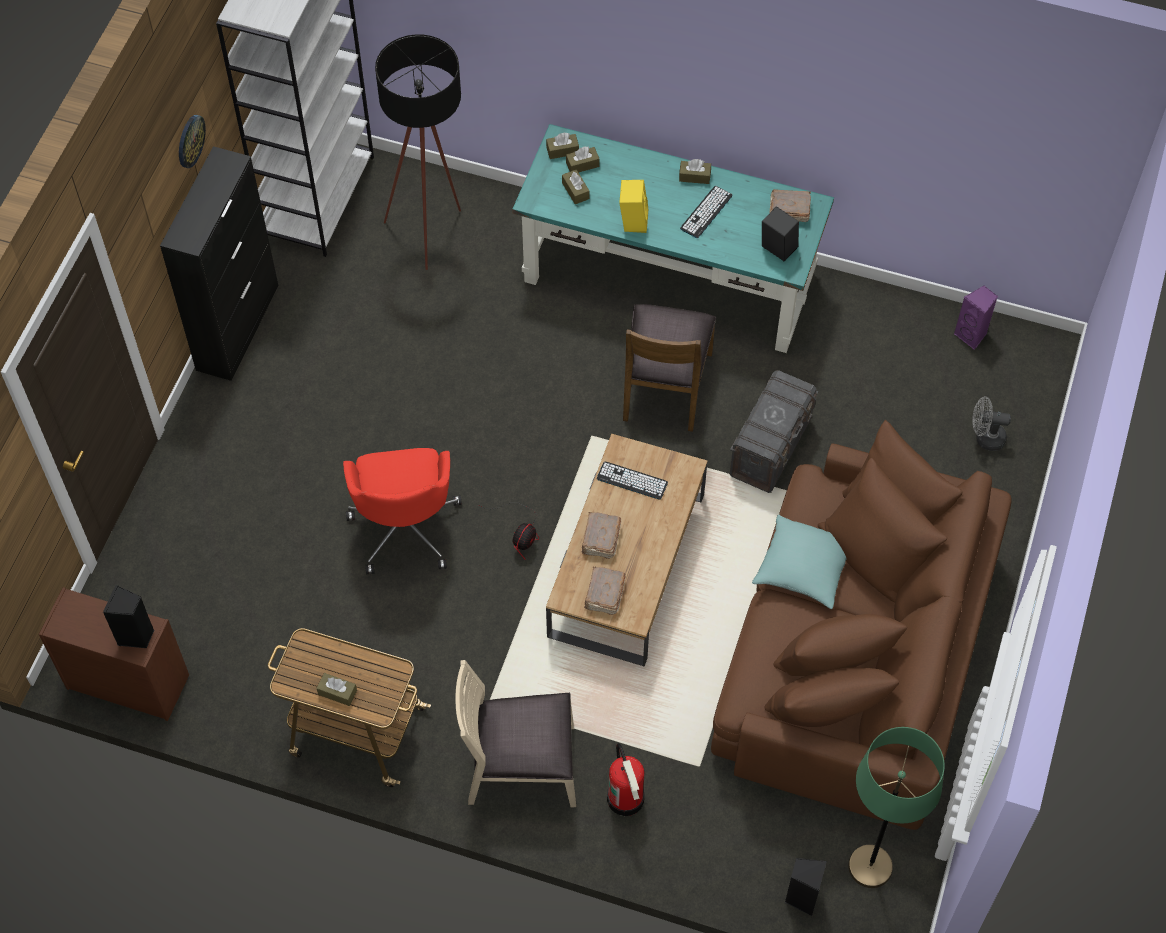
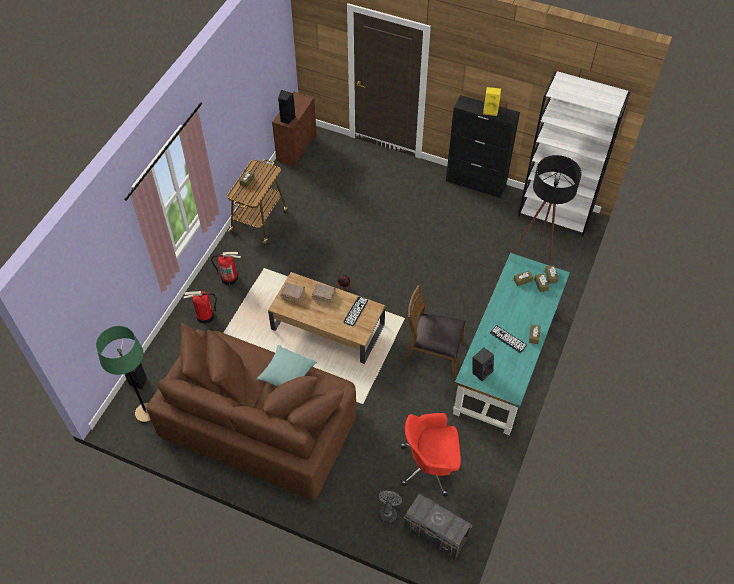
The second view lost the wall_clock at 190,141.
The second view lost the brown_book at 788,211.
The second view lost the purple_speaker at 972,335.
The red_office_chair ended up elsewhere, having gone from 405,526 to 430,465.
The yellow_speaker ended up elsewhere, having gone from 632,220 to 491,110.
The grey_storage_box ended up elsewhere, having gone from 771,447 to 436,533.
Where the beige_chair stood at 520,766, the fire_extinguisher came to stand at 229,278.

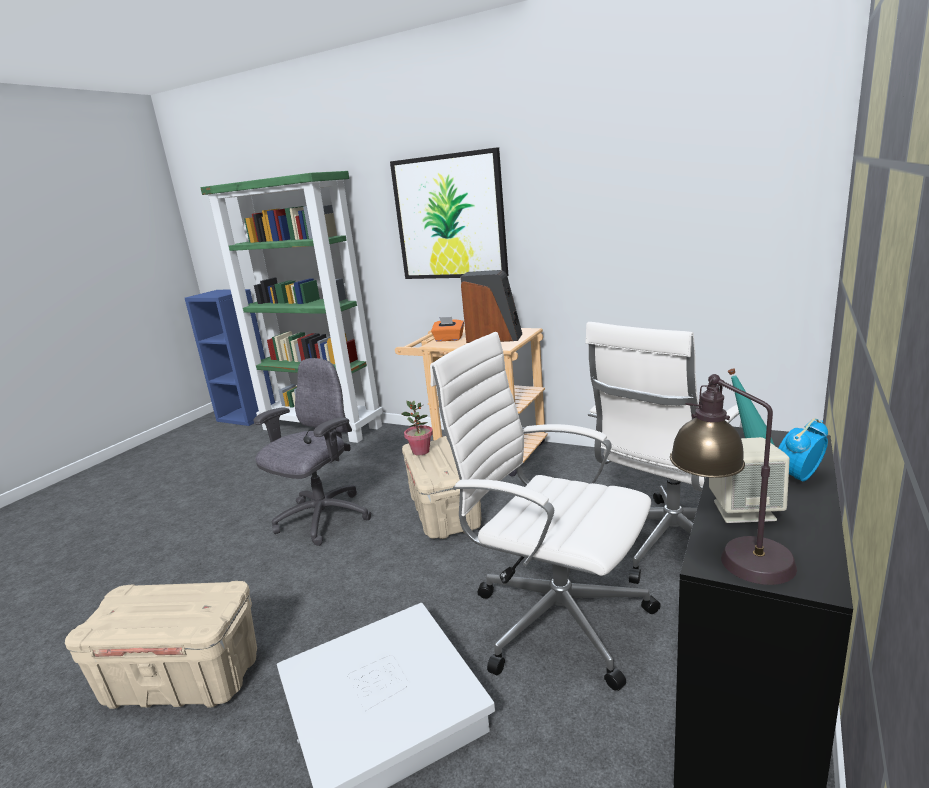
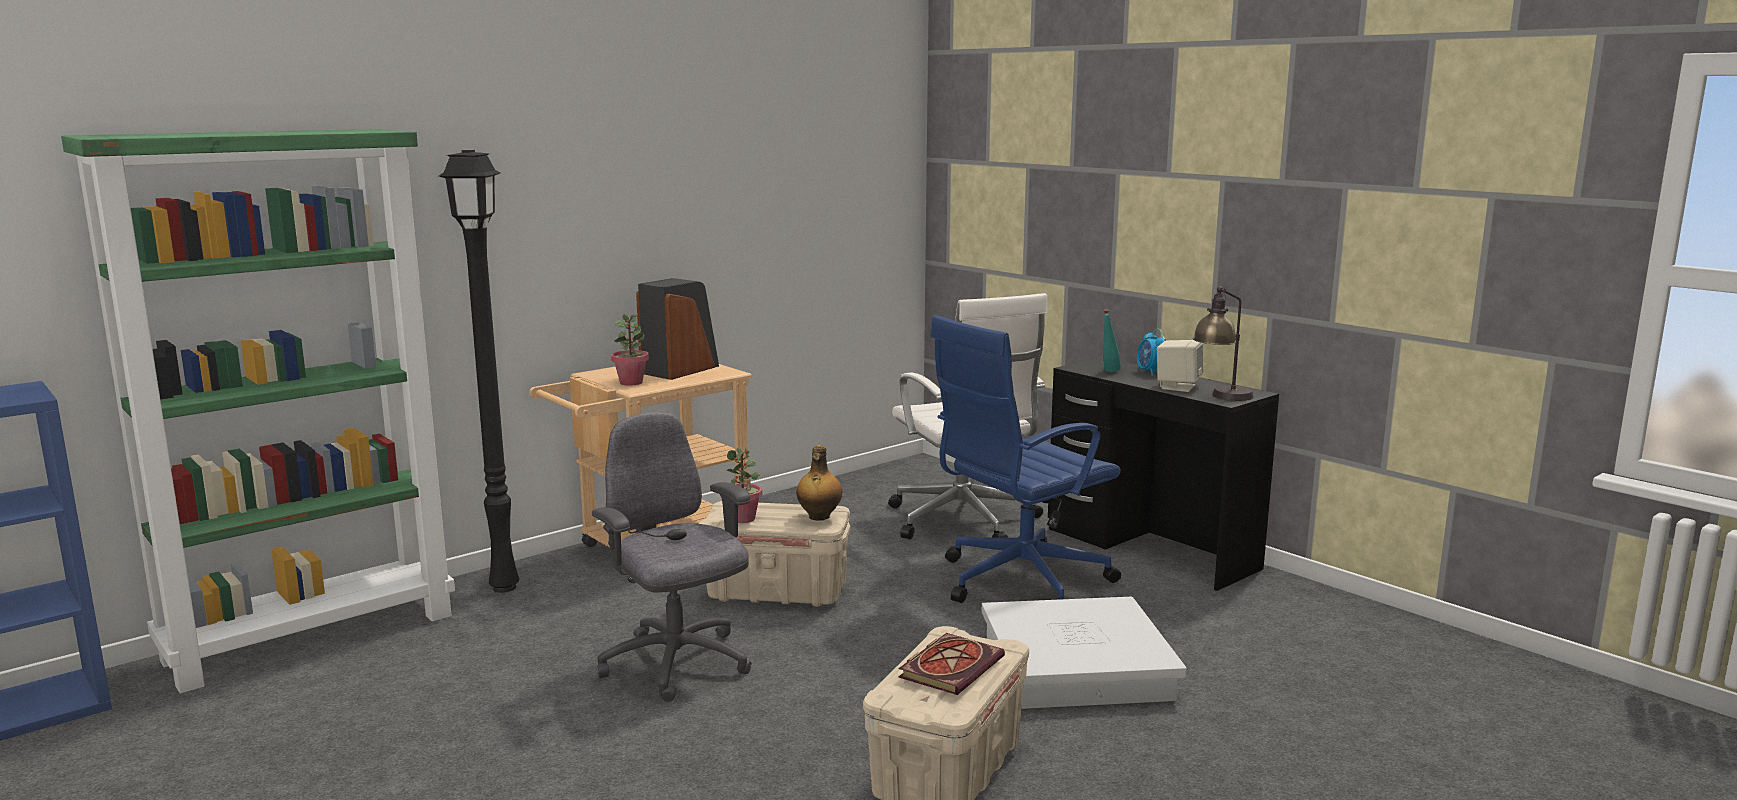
The second view lost the picture at 450,217.
The second view gained the black_floor_lamp at 505,588.
The second view gained the bottle at 819,517.
The second view gained the book at 951,666.
Where the orange_tissue_box stood at 448,339, the potted_plant came to stand at 631,382.
What was the white_office_chair at 555,618 turned into the blue_office_chair at 1019,582.

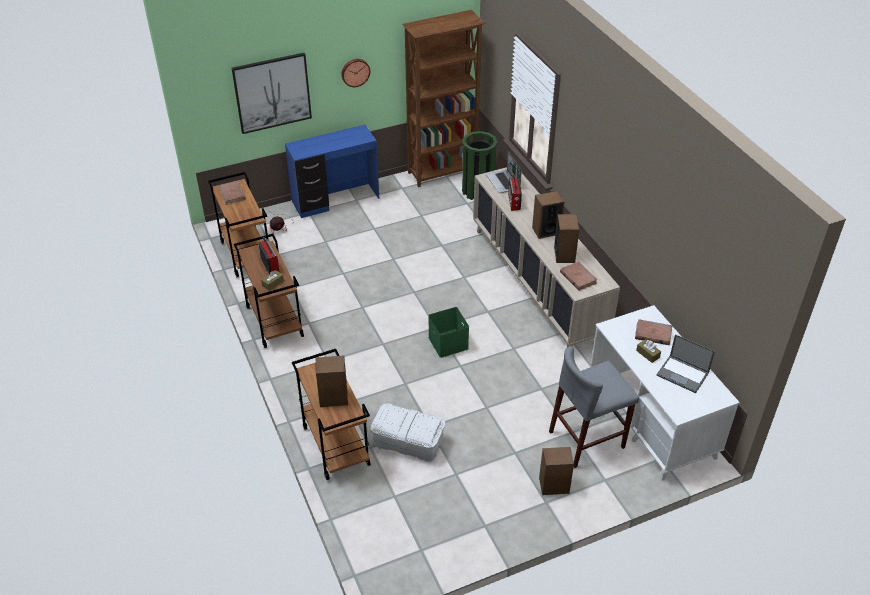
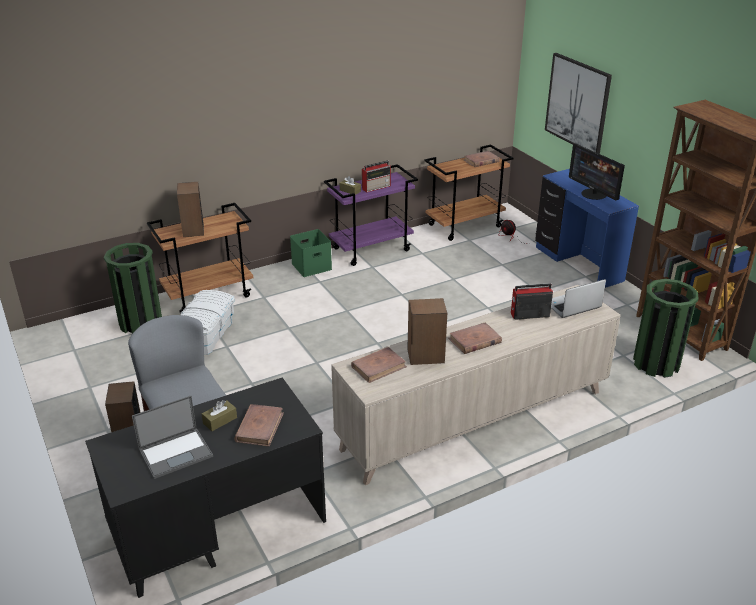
The second view lost the wall_clock at 355,72.
The second view gained the green_trash_can at 140,322.
The second view gained the monitor at 593,194.
The green_storage_box ended up elsewhere, having gone from 449,343 to 311,267.
Where the speaker stood at 546,231, the brown_book came to stand at 474,341.
What was the brown_cart at 273,321 turned into the purple_cart at 371,249.
What was the white_desk at 652,421 turned into the black_desk at 217,528.
The laptop at 683,374 ended up facing another way, 150 degrees counterclockwise from before.

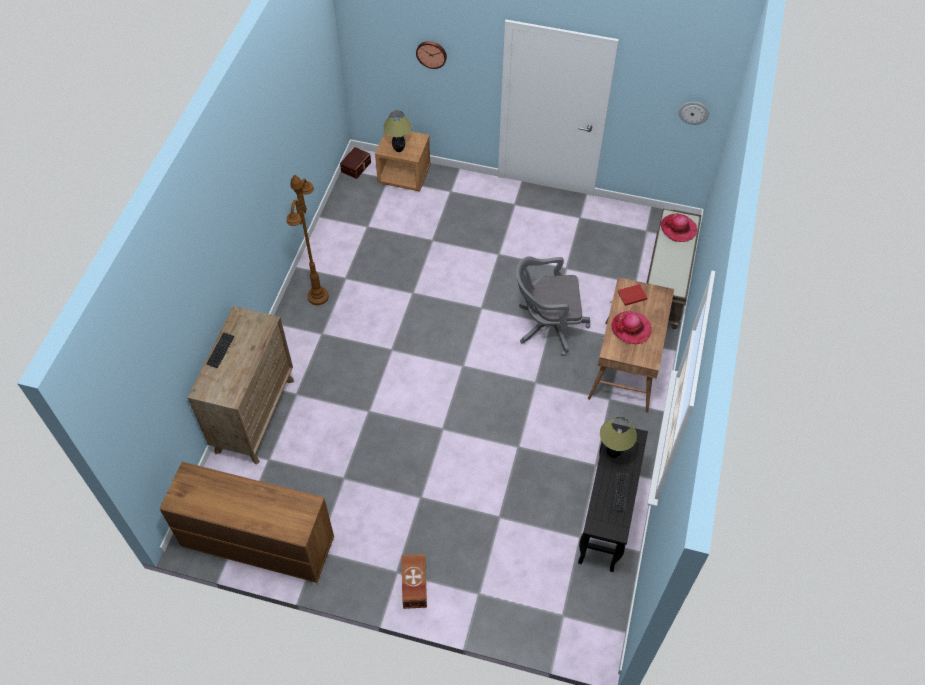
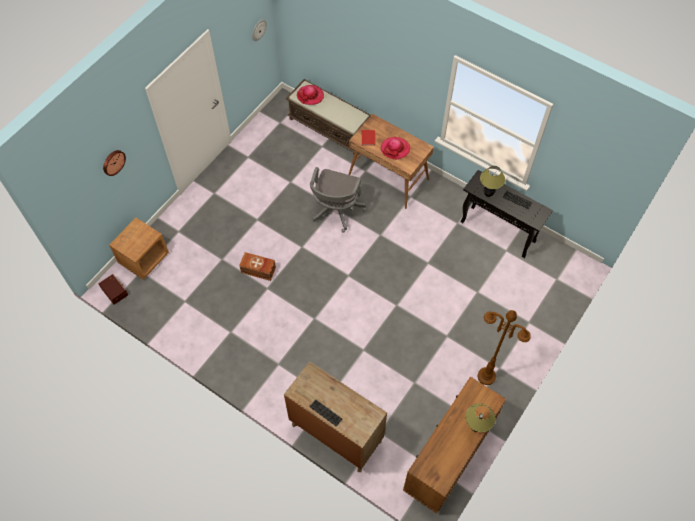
The brown_floor_lamp ended up elsewhere, having gone from 318,296 to 486,376.
The table_lamp ended up elsewhere, having gone from 398,150 to 476,428.
The brown_storage_box ended up elsewhere, having gone from 413,586 to 258,270.

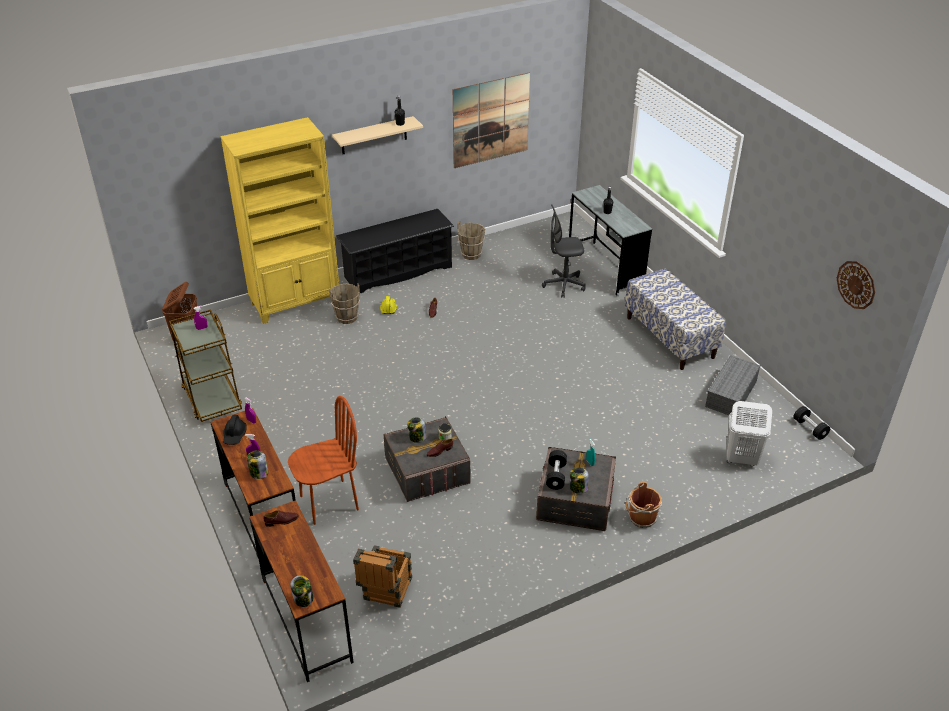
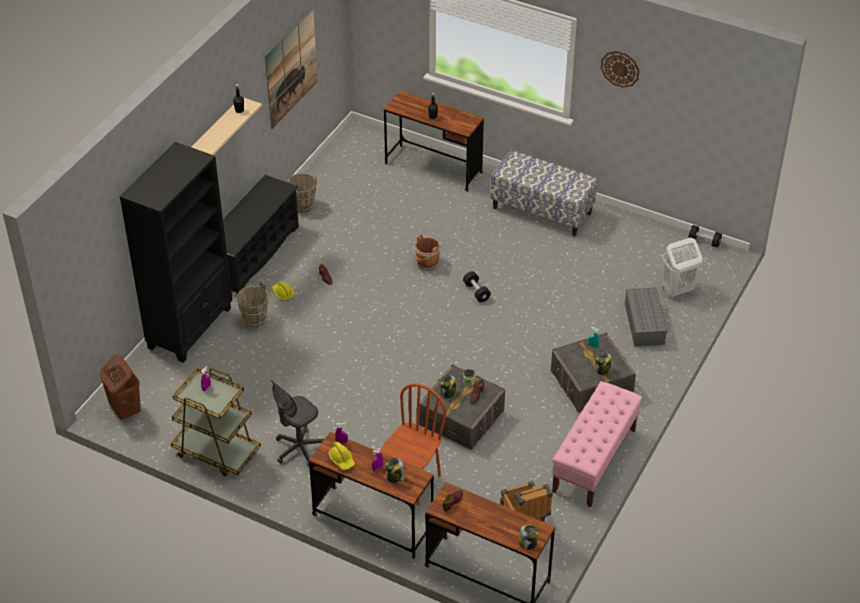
The second view gained the pink_bench at 594,460.
The grey_office_chair ended up elsewhere, having gone from 563,285 to 299,449.
The black_dumbbell ended up elsewhere, having gone from 556,476 to 476,292.
The brown_bucket ended up elsewhere, having gone from 641,518 to 426,263.
The grey_storage_box ended up elsewhere, having gone from 731,394 to 645,324.
The wall_clock ended up elsewhere, having gone from 856,284 to 620,68.
What was the yellow_bookcase at 296,302 turned into the black_bookcase at 191,327.
What was the black_hard_hat at 235,435 turned into the yellow_hard_hat at 342,460.
What was the grey_desk at 605,268 turned into the brown_desk at 433,168.

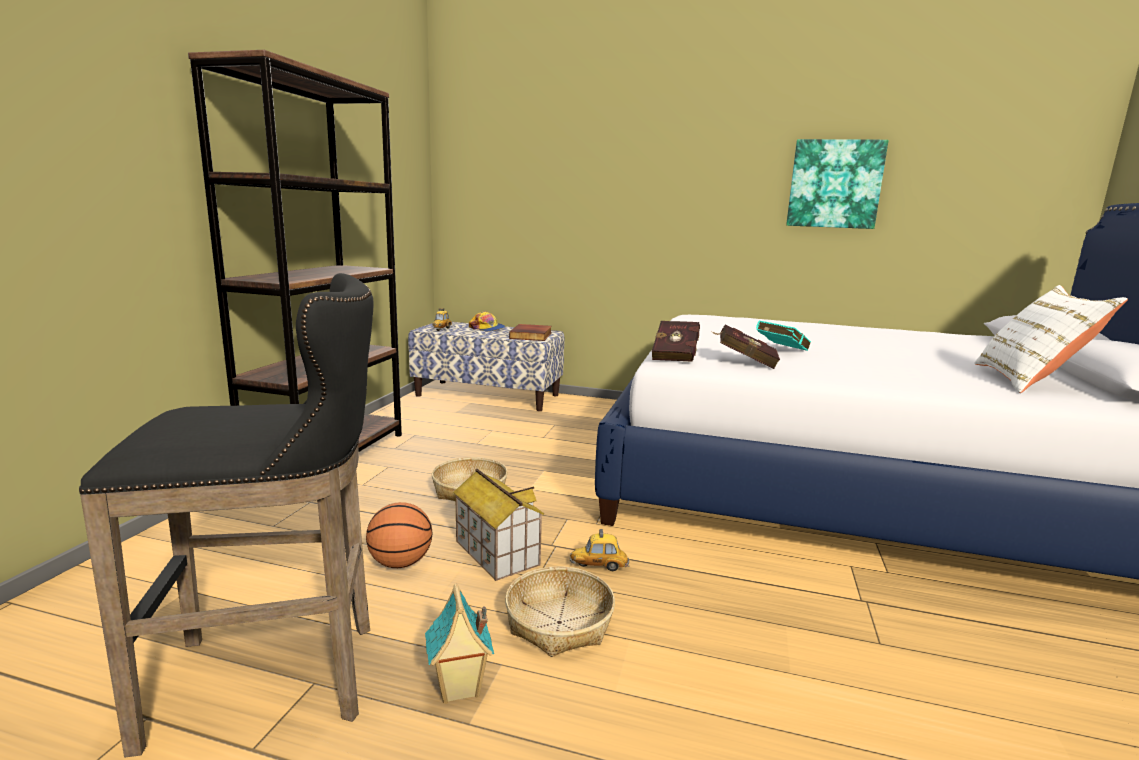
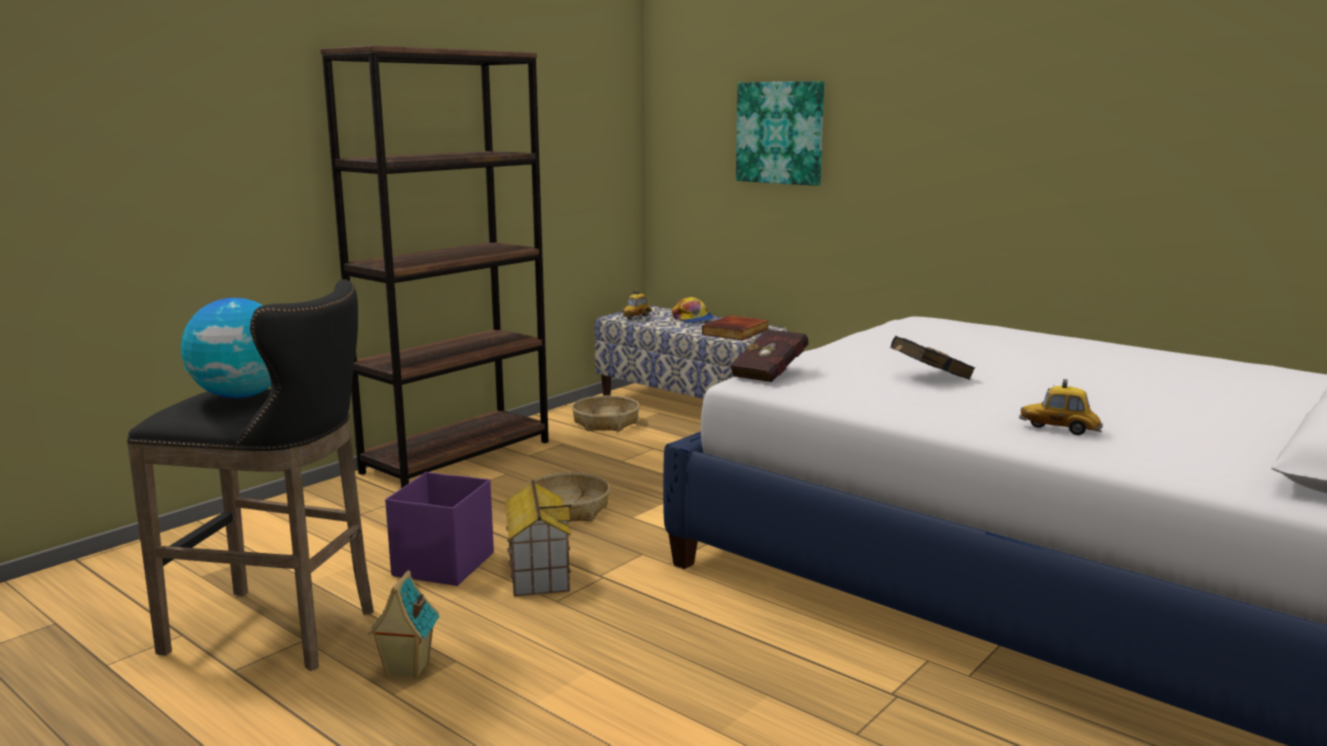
The second view lost the red_book at 743,362.
The second view lost the white_pillow at 1029,381.
The second view gained the globe at 242,396.
The basket ended up elsewhere, having gone from 558,623 to 605,423.
The toy_car ended up elsewhere, having gone from 599,566 to 1059,429.
The picture ended up elsewhere, having gone from 834,184 to 780,133.
Where the basketball stood at 400,563, the purple_storage_box came to stand at 442,565.
What was the turquoise_book at 779,351 turned into the black_book at 927,377.

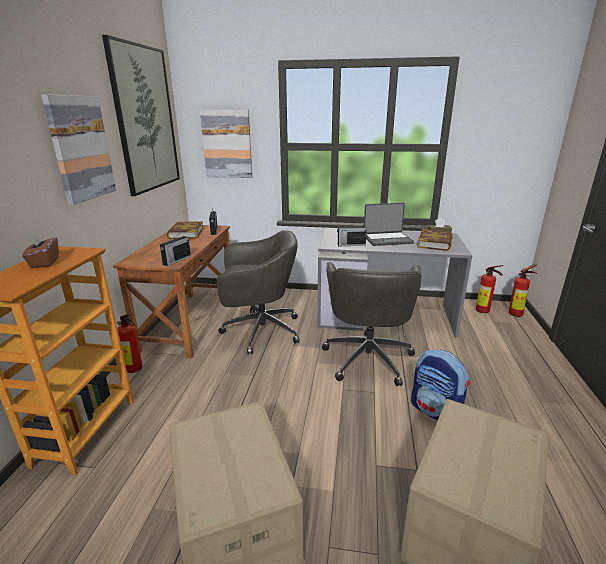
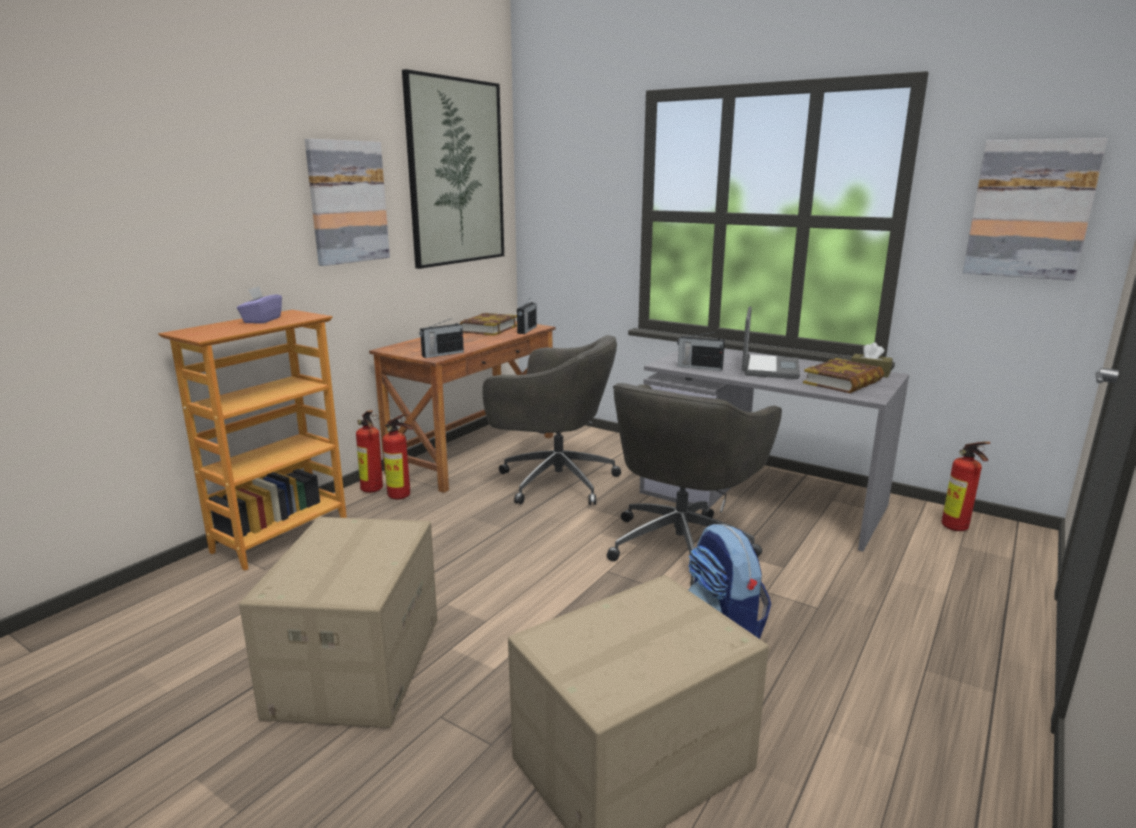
The picture ended up elsewhere, having gone from 227,144 to 1030,209.
The fire_extinguisher ended up elsewhere, having gone from 517,314 to 402,496.
What was the brown_tissue_box at 44,262 turned into the purple_tissue_box at 262,320.
The laptop at 387,239 ended up facing another way, 90 degrees counterclockwise from before.

